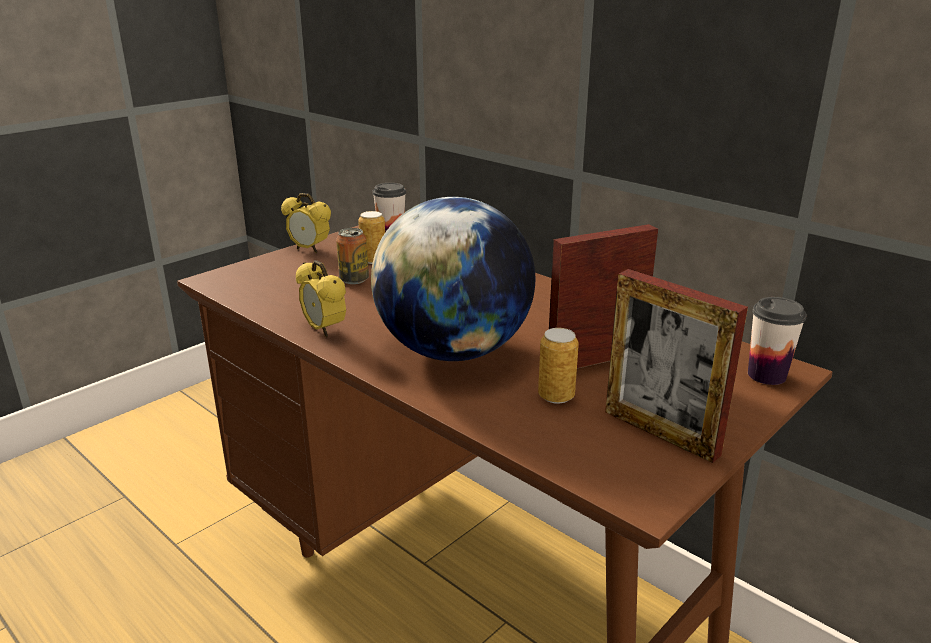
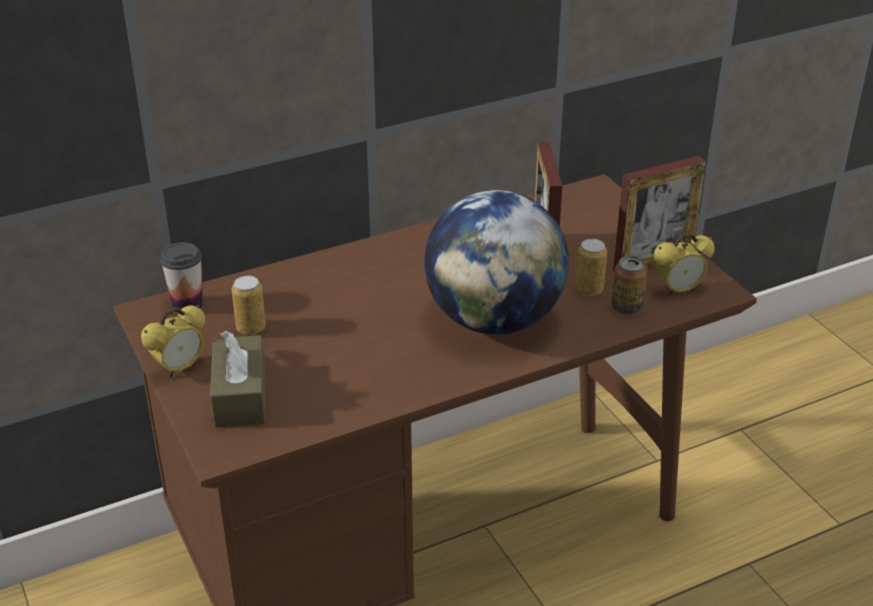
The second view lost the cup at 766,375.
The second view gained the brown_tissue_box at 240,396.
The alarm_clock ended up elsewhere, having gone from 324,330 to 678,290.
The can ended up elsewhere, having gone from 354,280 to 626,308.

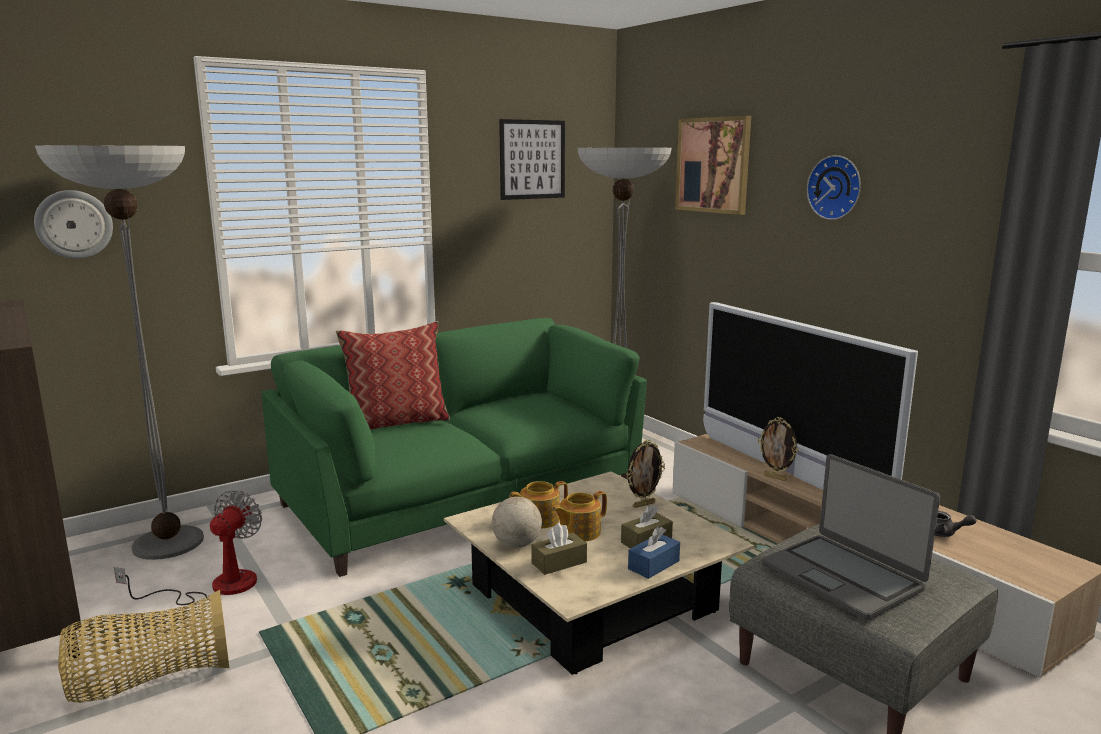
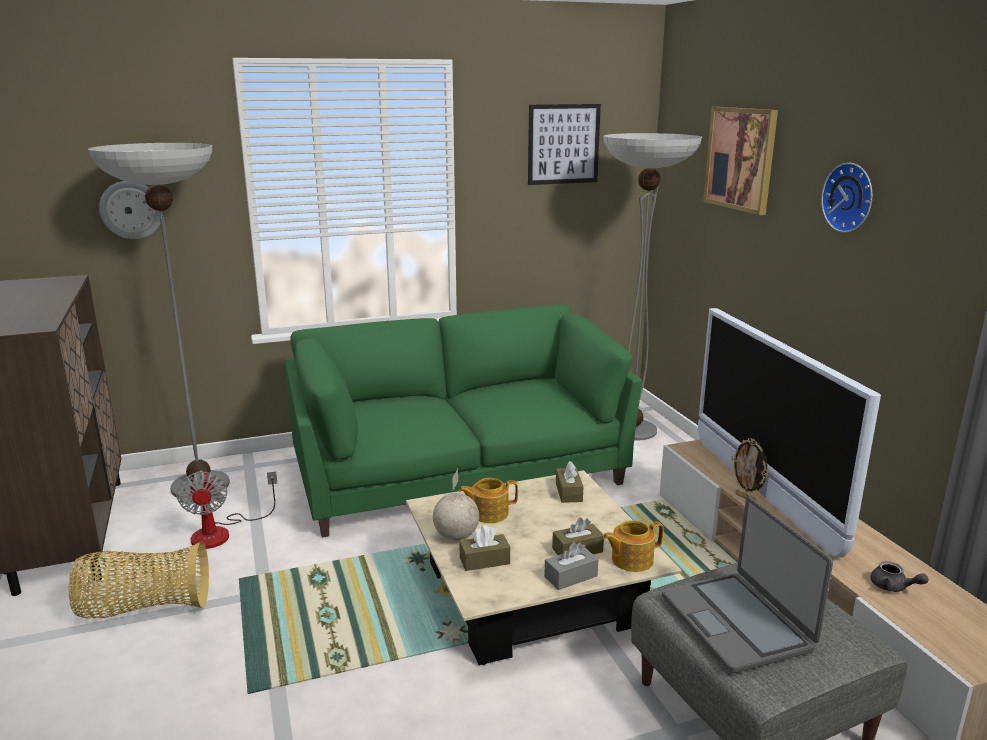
The second view lost the pillow at 397,422.
The second view lost the picture_frame at 643,504.
The second view gained the brown_tissue_box at 568,492.
The teapot ended up elsewhere, having gone from 578,532 to 631,560.
What was the blue_tissue_box at 653,565 turned into the grey_tissue_box at 571,576.
The fan at 217,587 ended up facing another way, 135 degrees clockwise from before.

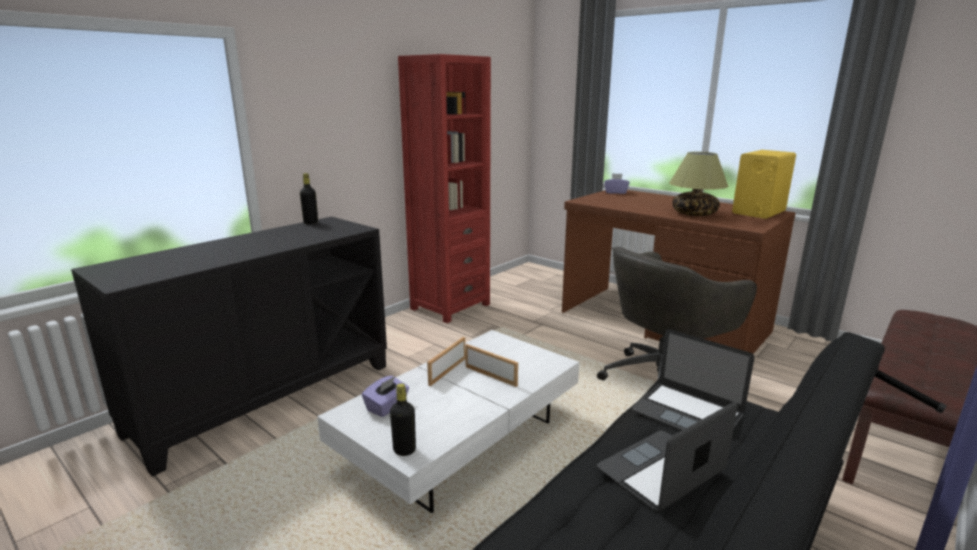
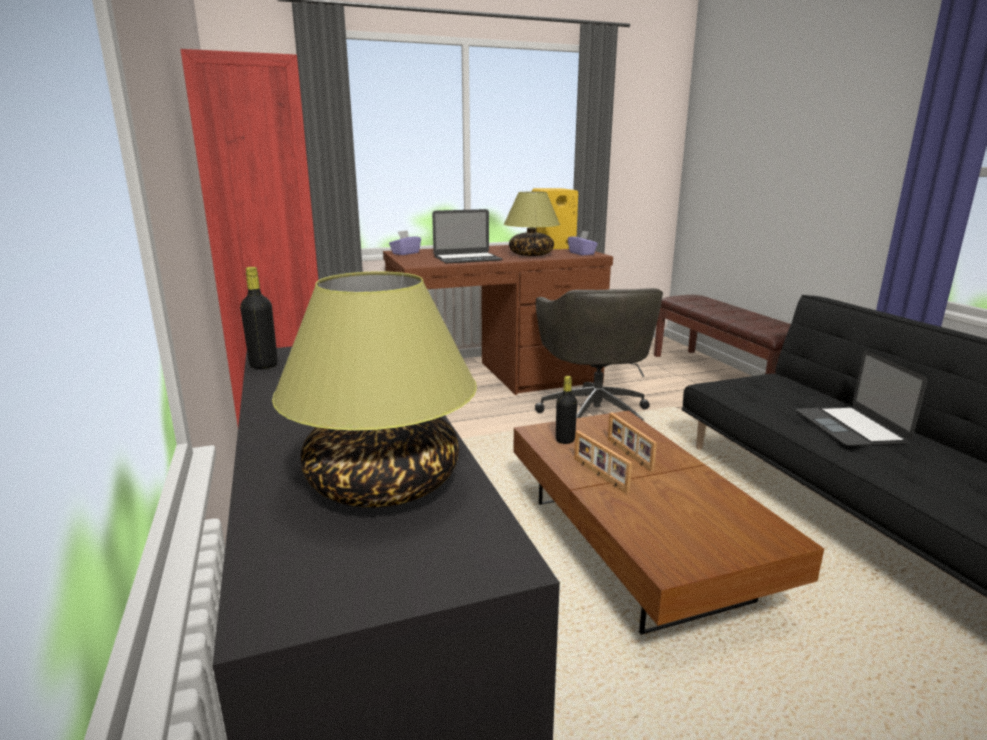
The second view gained the table_lamp at 383,483.
The purple_tissue_box ended up elsewhere, having gone from 387,407 to 582,253.
The black_bottle ended up elsewhere, having gone from 404,450 to 565,440.
The laptop ended up elsewhere, having gone from 687,412 to 467,258.
What was the white_coffee_table at 461,444 turned into the brown_coffee_table at 635,548.
The picture_frame at 491,375 ended up facing another way, 90 degrees counterclockwise from before.

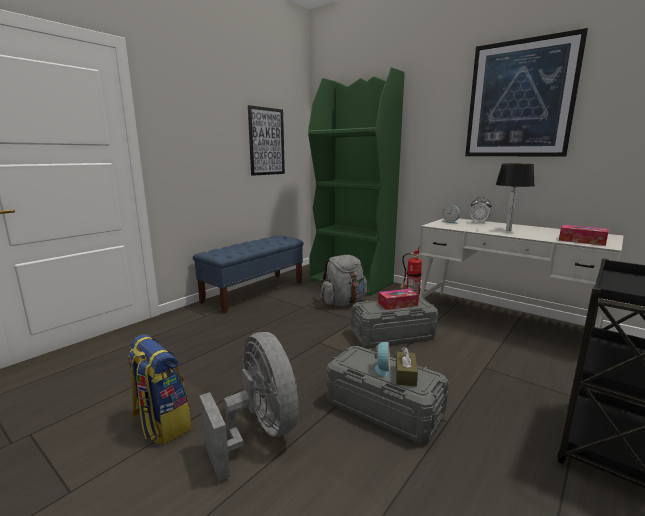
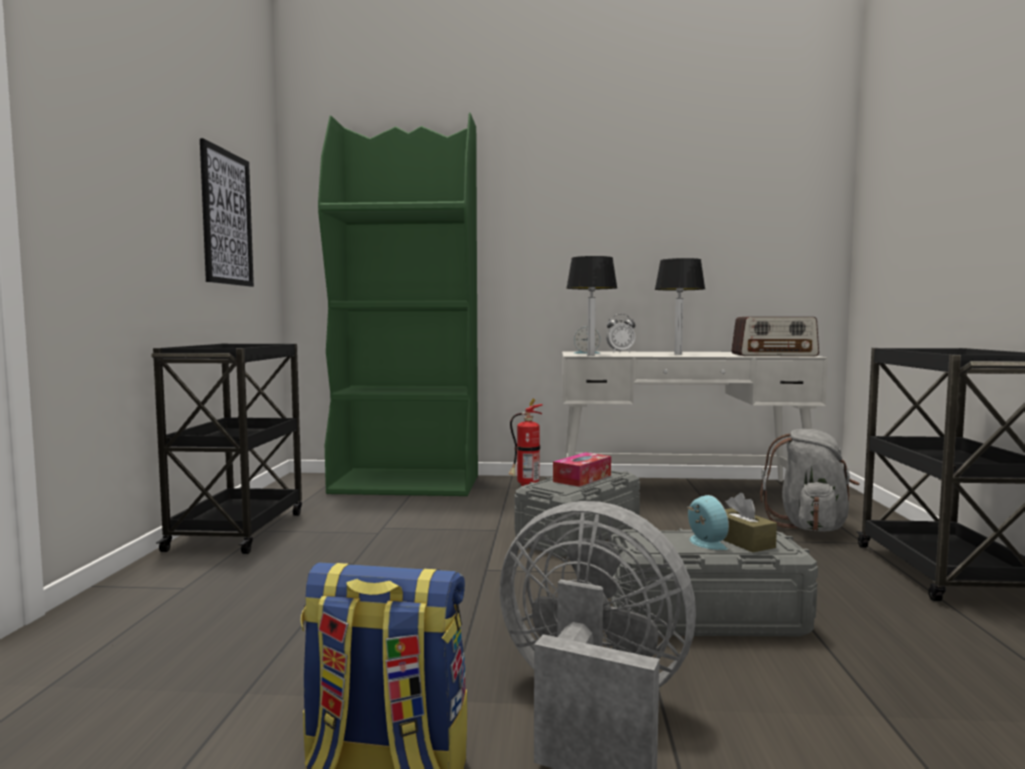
The second view lost the picture at 520,99.
The second view gained the table_lamp at 591,355.
The grey_backpack ended up elsewhere, having gone from 343,302 to 809,526.
Where the blue_bench stood at 254,292, the black_cart came to stand at 238,530.
Where the tissue_box stood at 582,241, the radio came to stand at 774,355.

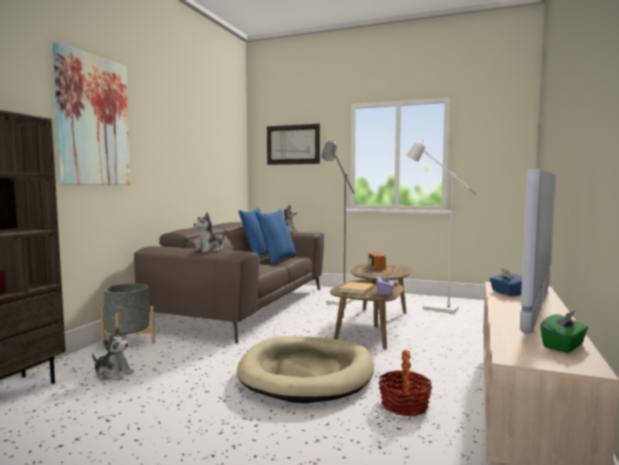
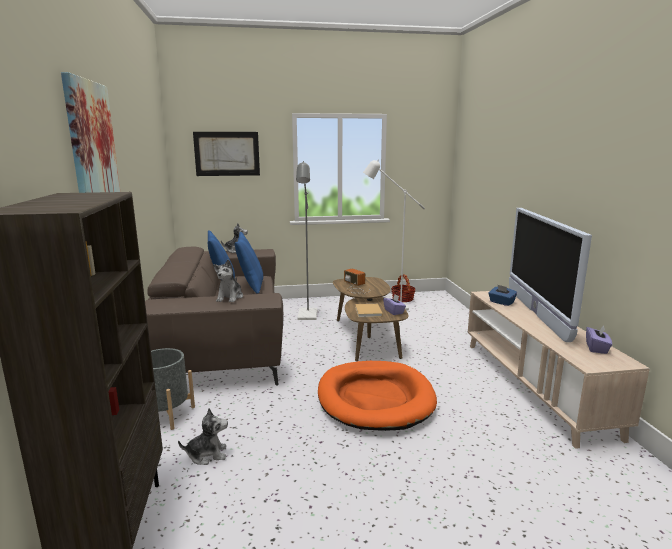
The basket ended up elsewhere, having gone from 404,405 to 403,299.
What was the beige_dog_bed at 307,373 turned into the orange_dog_bed at 375,398.
What was the green_tissue_box at 563,346 turned into the purple_tissue_box at 597,348.

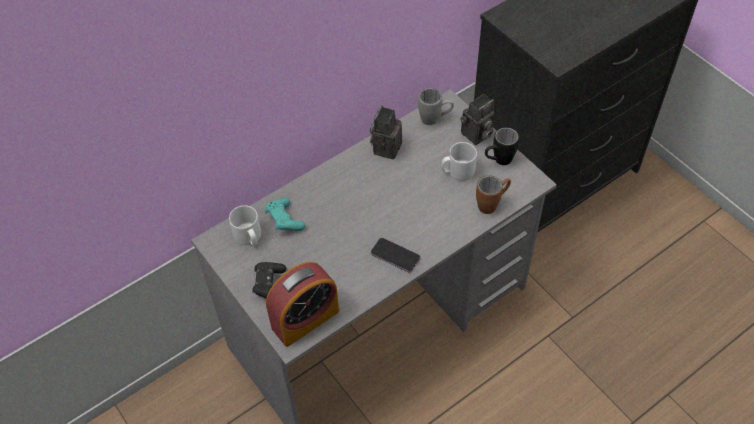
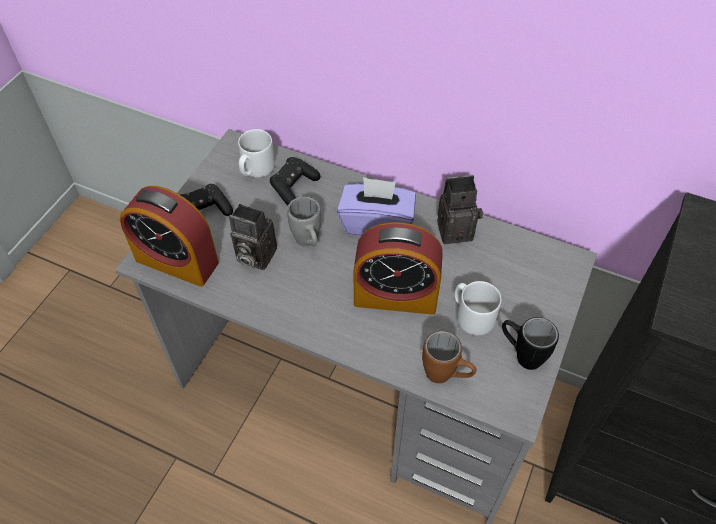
The second view lost the phone at 395,256.
The second view gained the purple_tissue_box at 376,223.
The second view gained the alarm_clock at 395,296.
The grey_mug ended up elsewhere, having gone from 435,119 to 308,243.
The photo_camera ended up elsewhere, having gone from 476,135 to 253,256.
What was the turquoise_game_controller at 284,221 turned into the black_game_controller at 294,187.

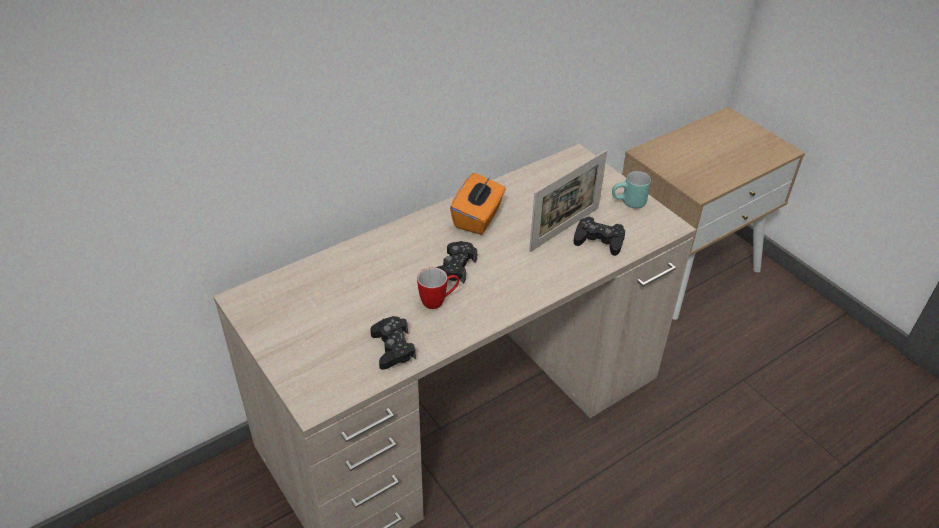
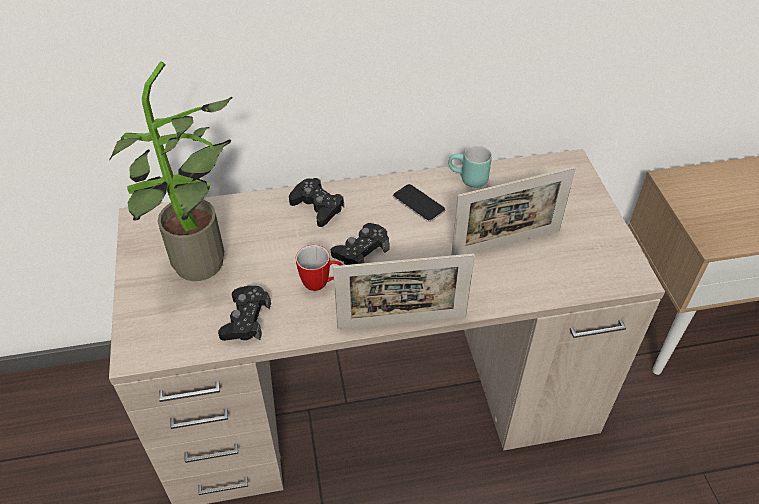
The second view gained the potted_plant at 200,269.
The second view gained the picture_frame at 402,322.
The black_game_controller ended up elsewhere, having gone from 599,240 to 317,206.
The turquoise_mug ended up elsewhere, having gone from 629,204 to 467,180.
Where the orange_tissue_box stood at 478,218, the phone came to stand at 418,203.

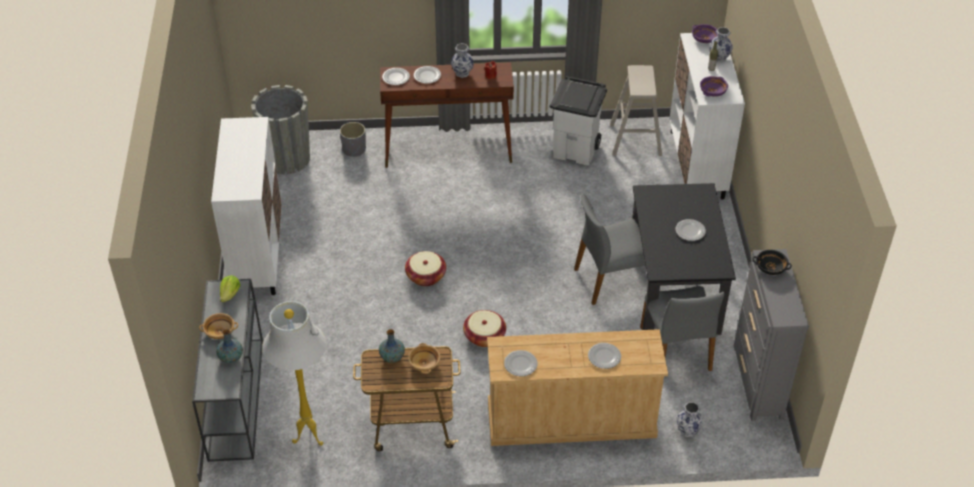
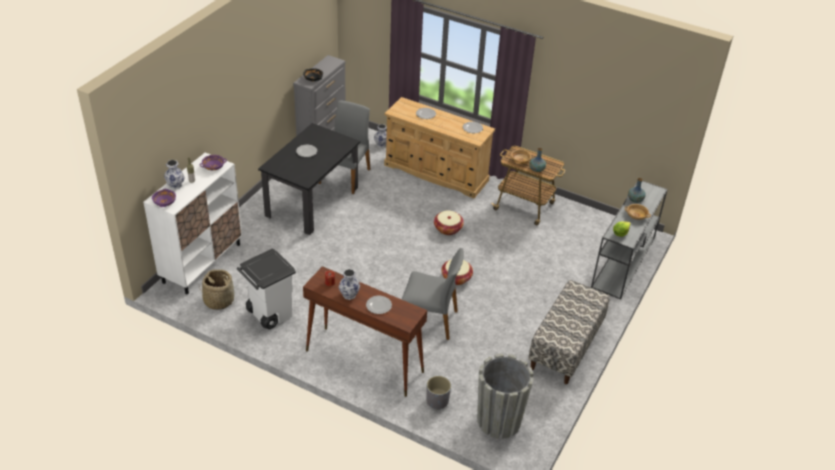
The second view lost the white_floor_lamp at 308,436.
The second view lost the plate at 396,77.
The grey_chair ended up elsewhere, having gone from 611,279 to 429,320.
Where the white_cabinet stood at 258,254, the bench came to stand at 566,347.
Where the beige_stool stood at 635,140, the basket came to stand at 219,300.

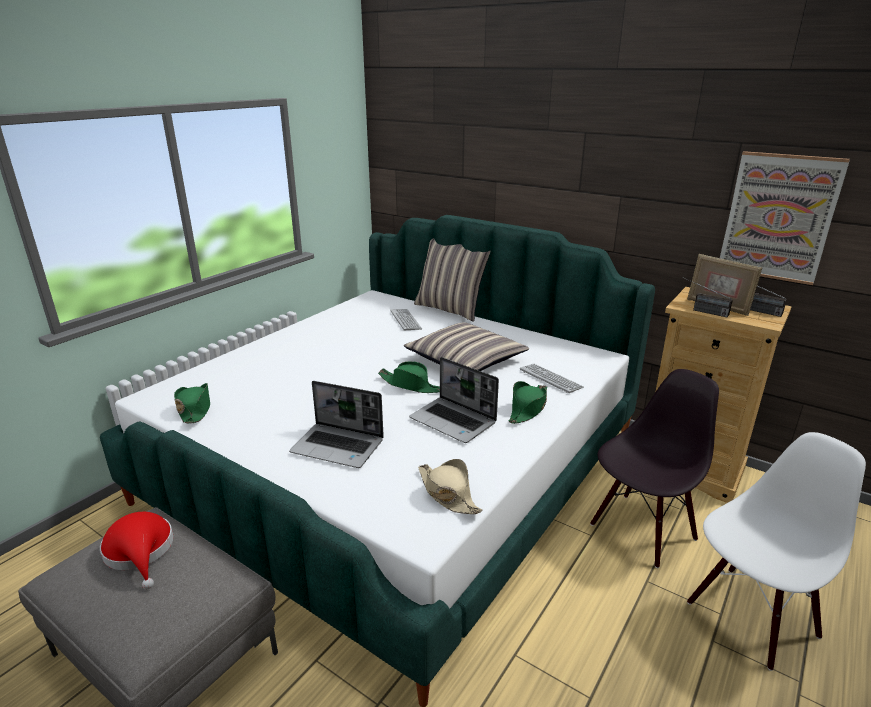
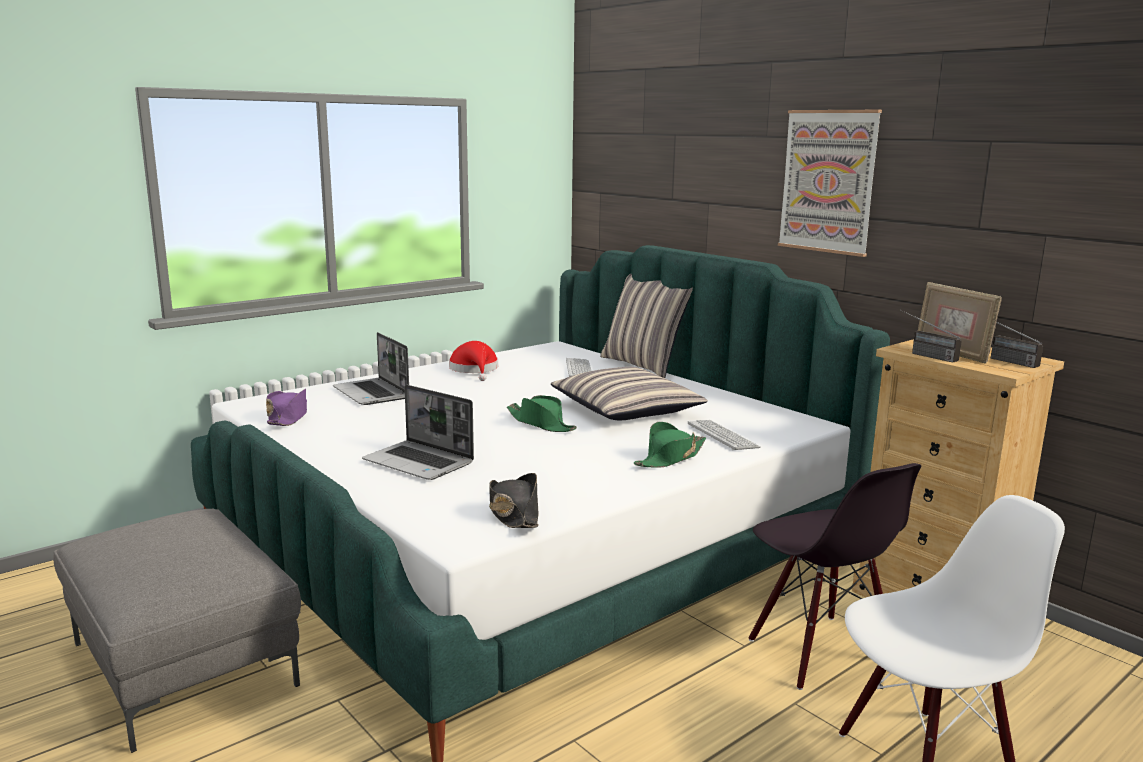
The red_hat ended up elsewhere, having gone from 140,551 to 475,370.
The laptop ended up elsewhere, having gone from 454,421 to 372,393.
The picture ended up elsewhere, having gone from 778,217 to 828,181.
What was the green_hat at 195,409 turned into the purple_hat at 288,417.
What was the beige_hat at 447,493 turned into the black_hat at 514,513.
The black_chair at 642,530 ended up facing another way, 90 degrees clockwise from before.

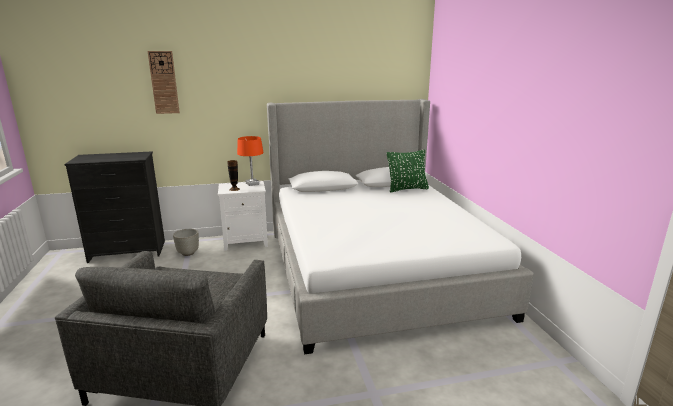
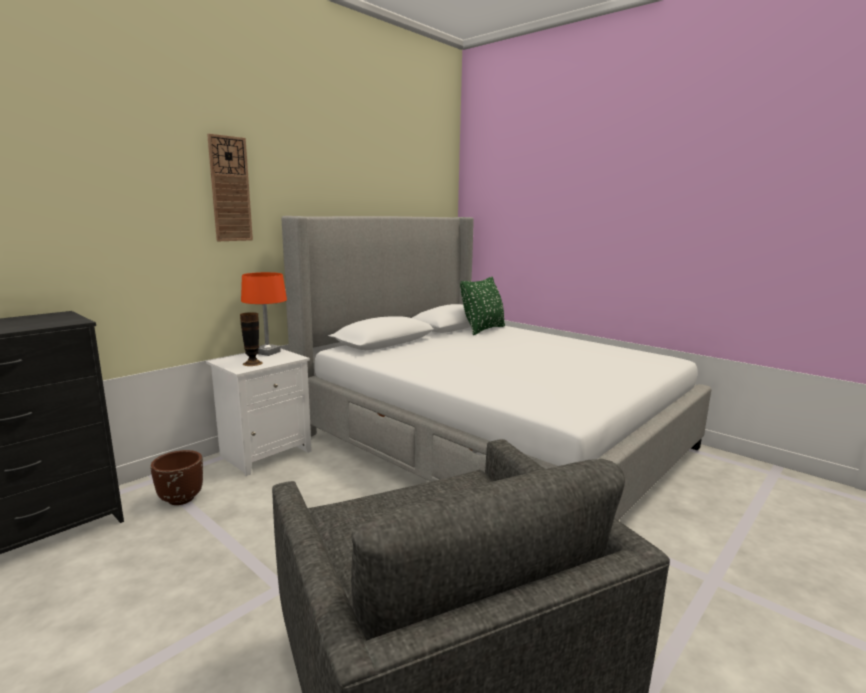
The wall_clock ended up elsewhere, having gone from 164,82 to 230,189.
What was the grey_planter at 188,253 turned into the brown_planter at 181,499.

